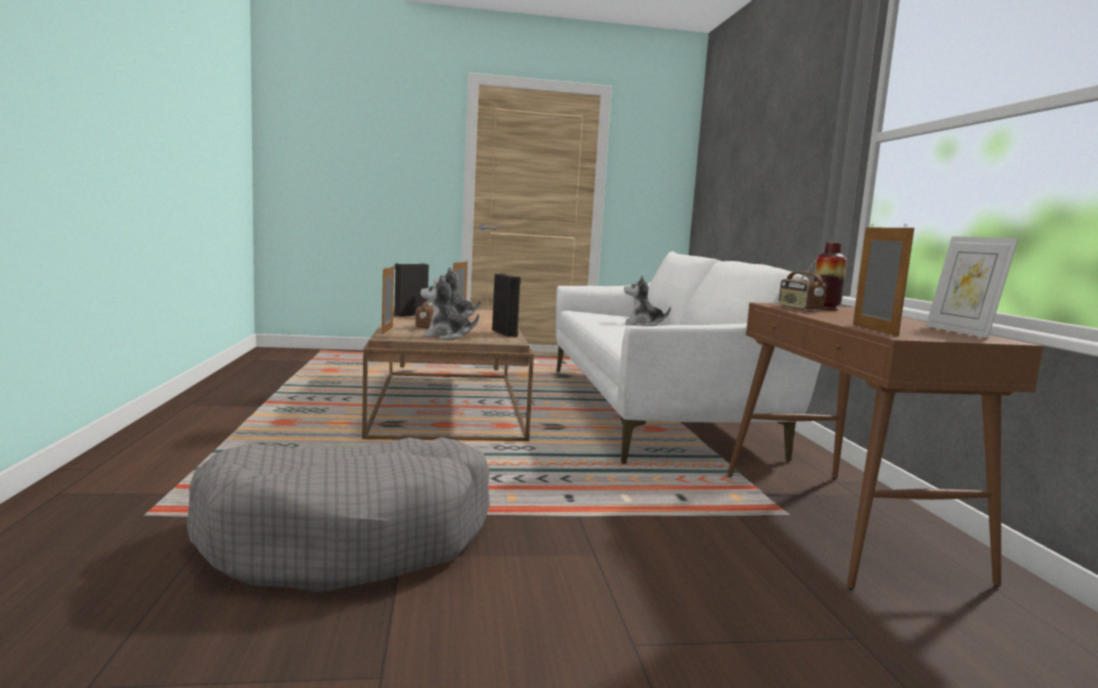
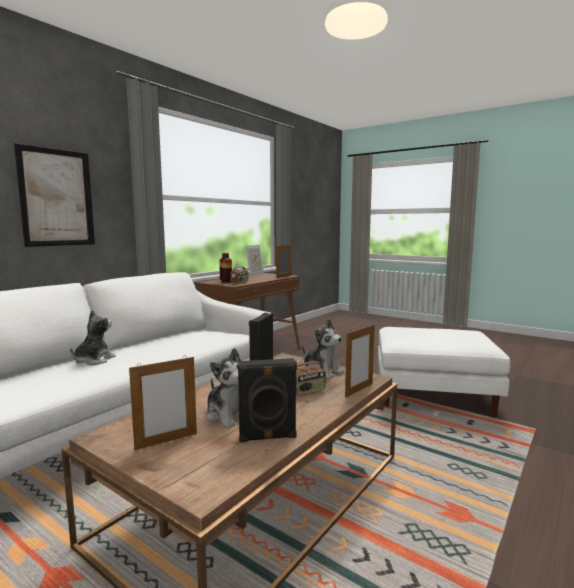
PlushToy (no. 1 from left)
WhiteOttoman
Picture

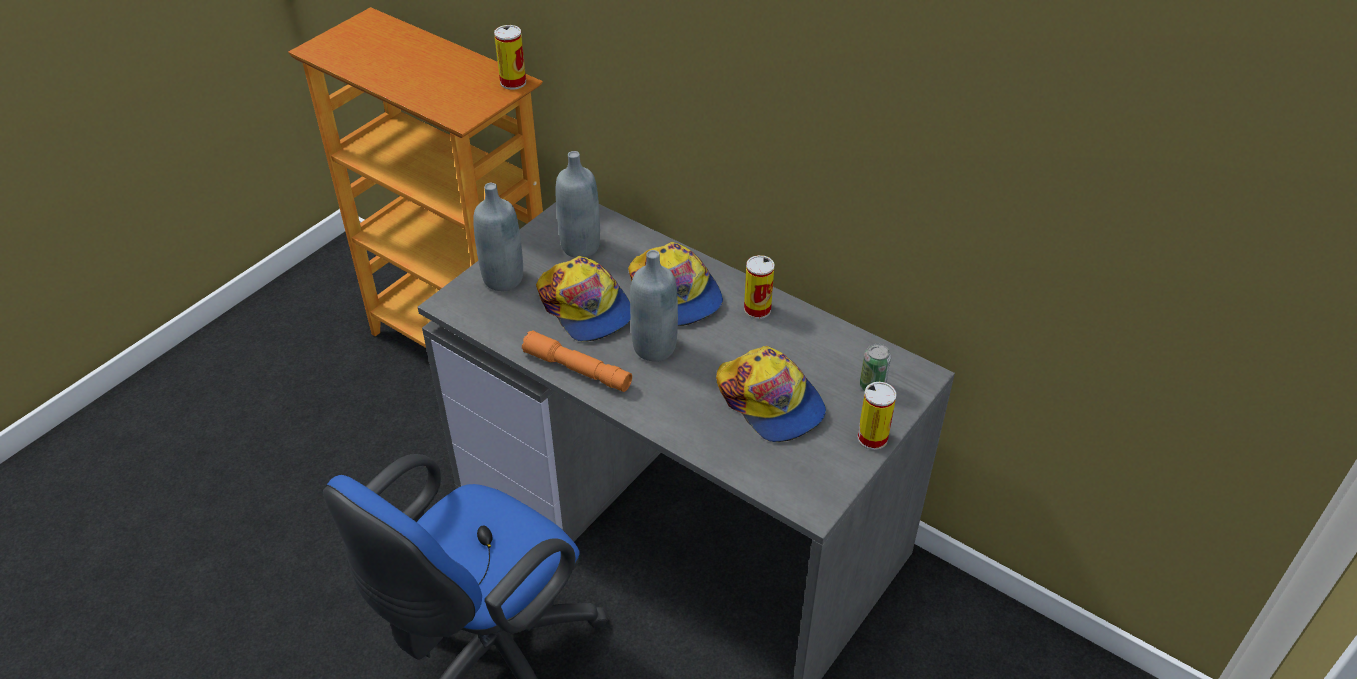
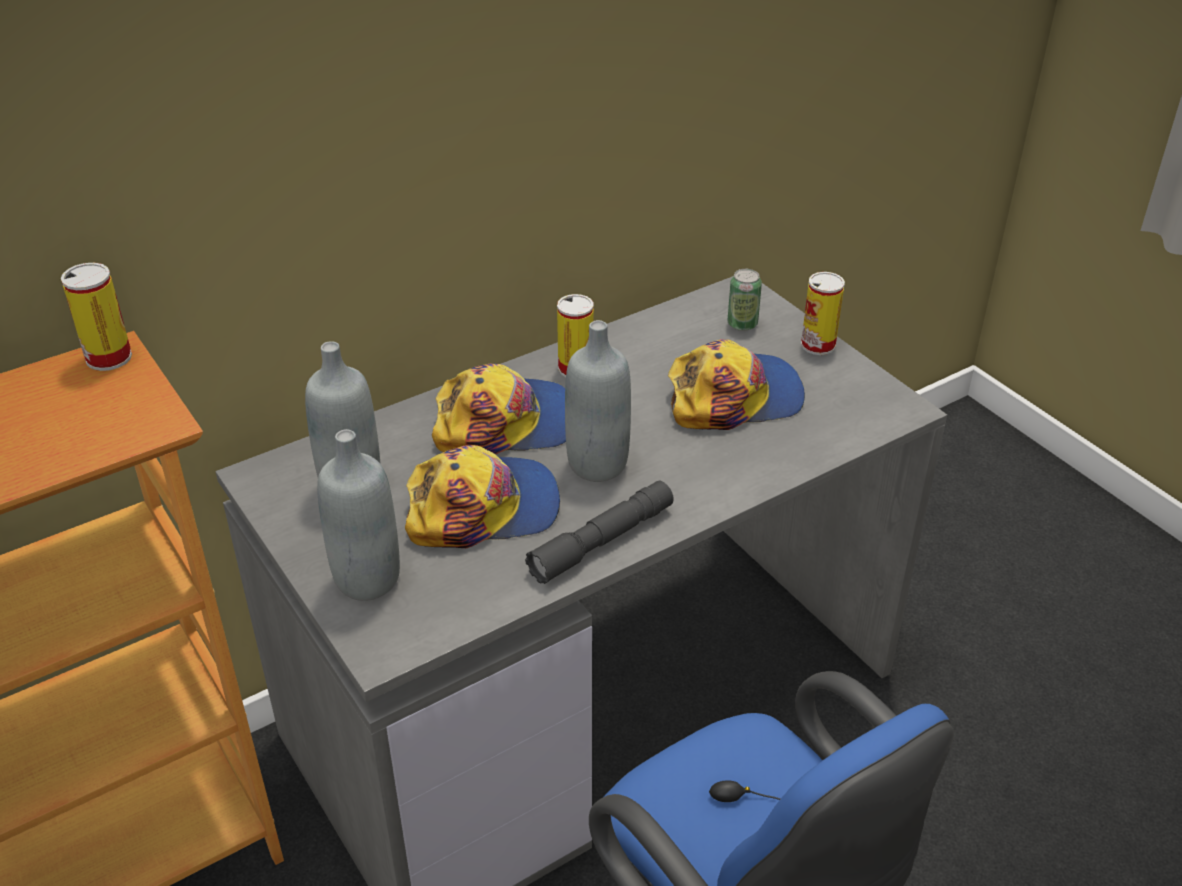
GreyFlashlight

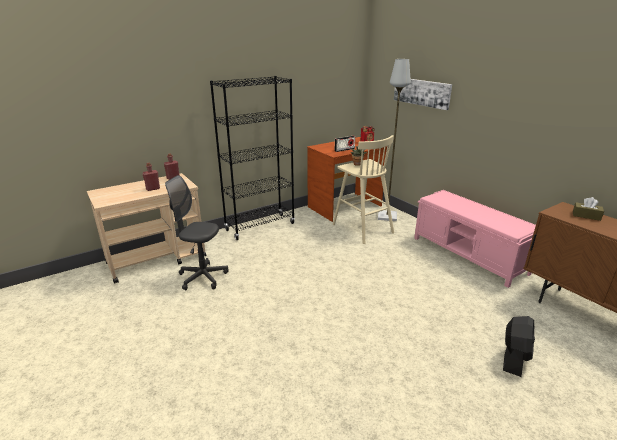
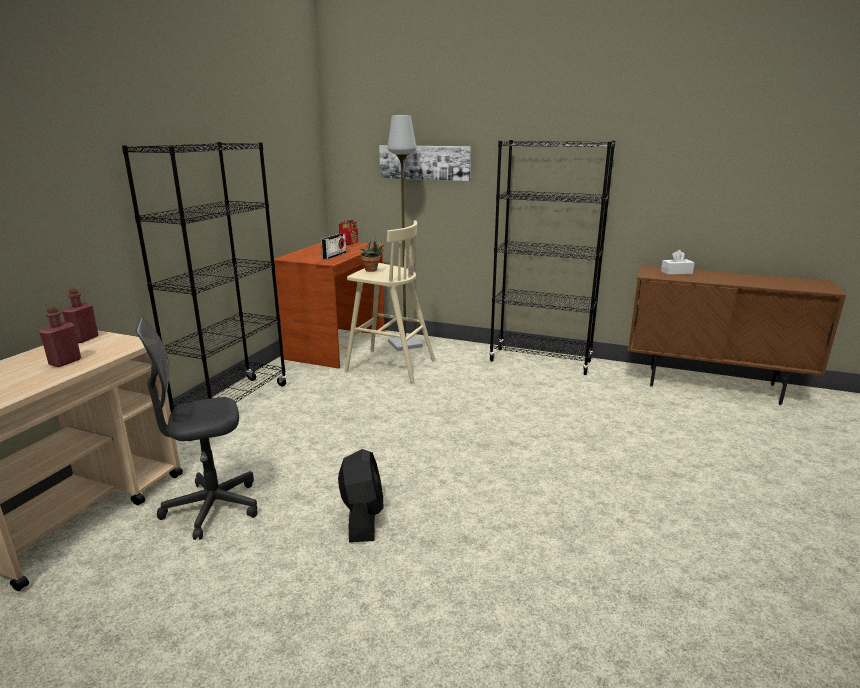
BlackBookcase (no. 2 from left)
WhiteTissueBox
BlackFan

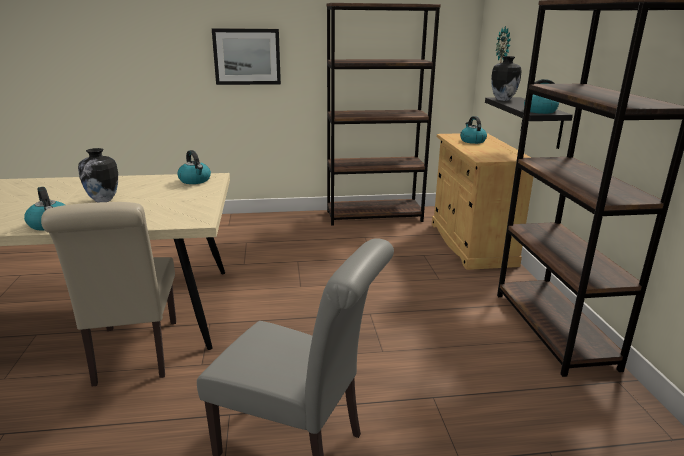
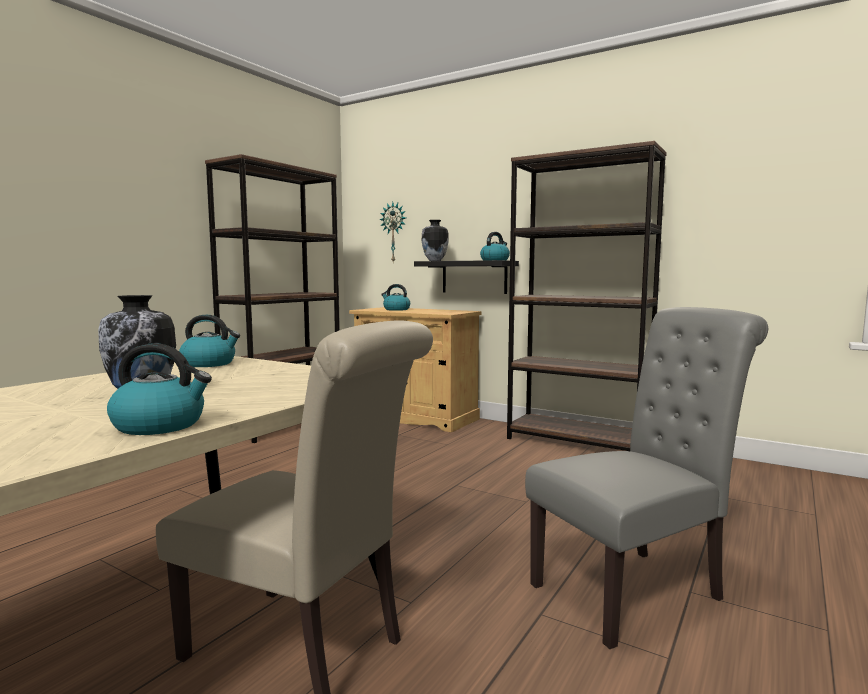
Picture

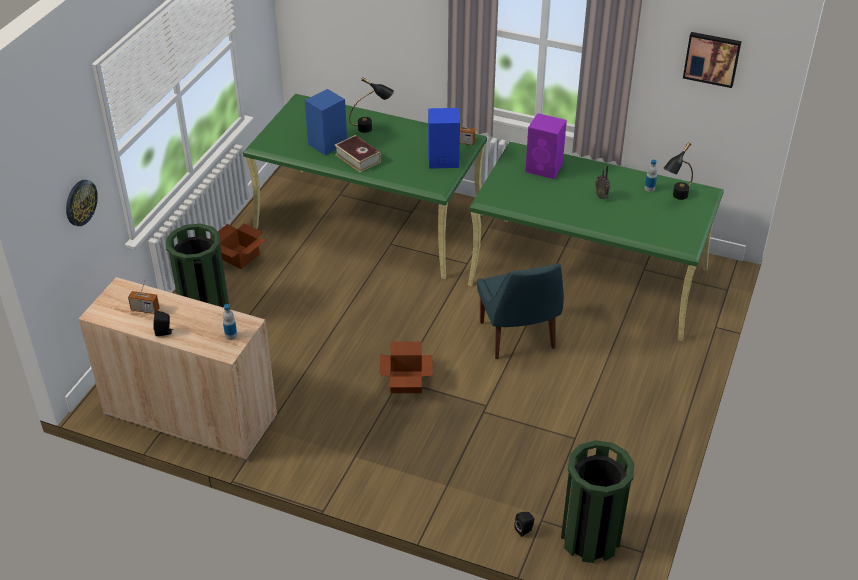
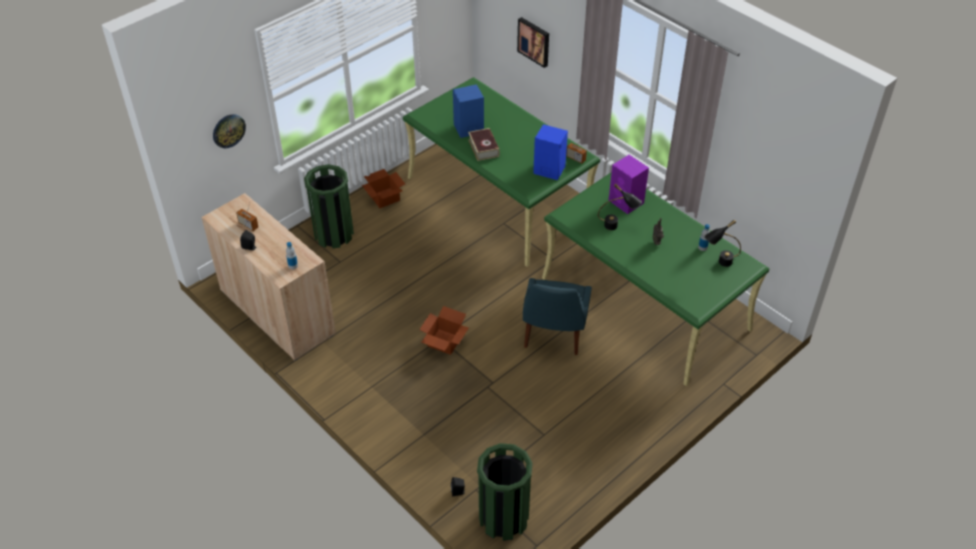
Picture
BlackTableLamp (no. 1 from left)

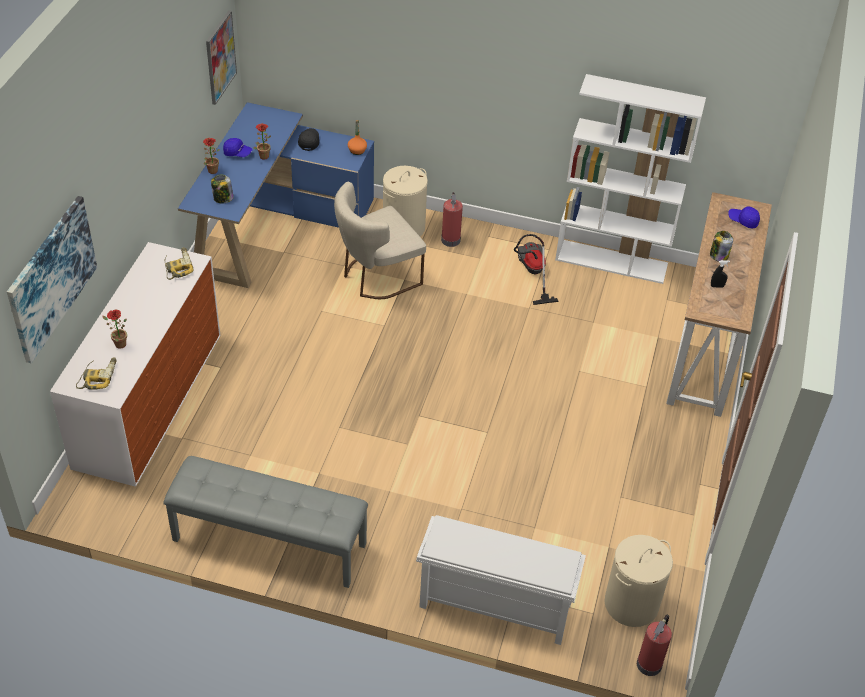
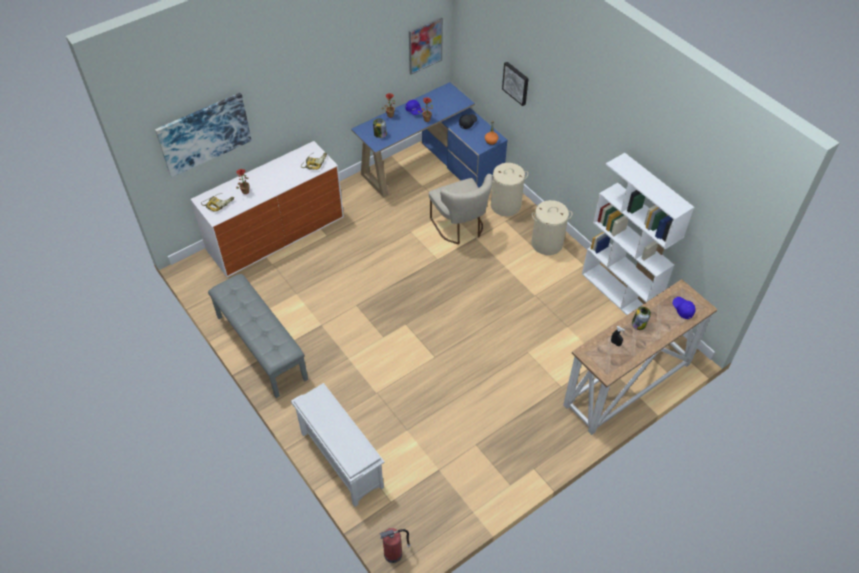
BeigeChair
FireExtinguisher (no. 1 from left in the first image)
VacuumCleaner
BeigeLaundryBasket (no. 2 from left)
Picture (no. 3 from left)

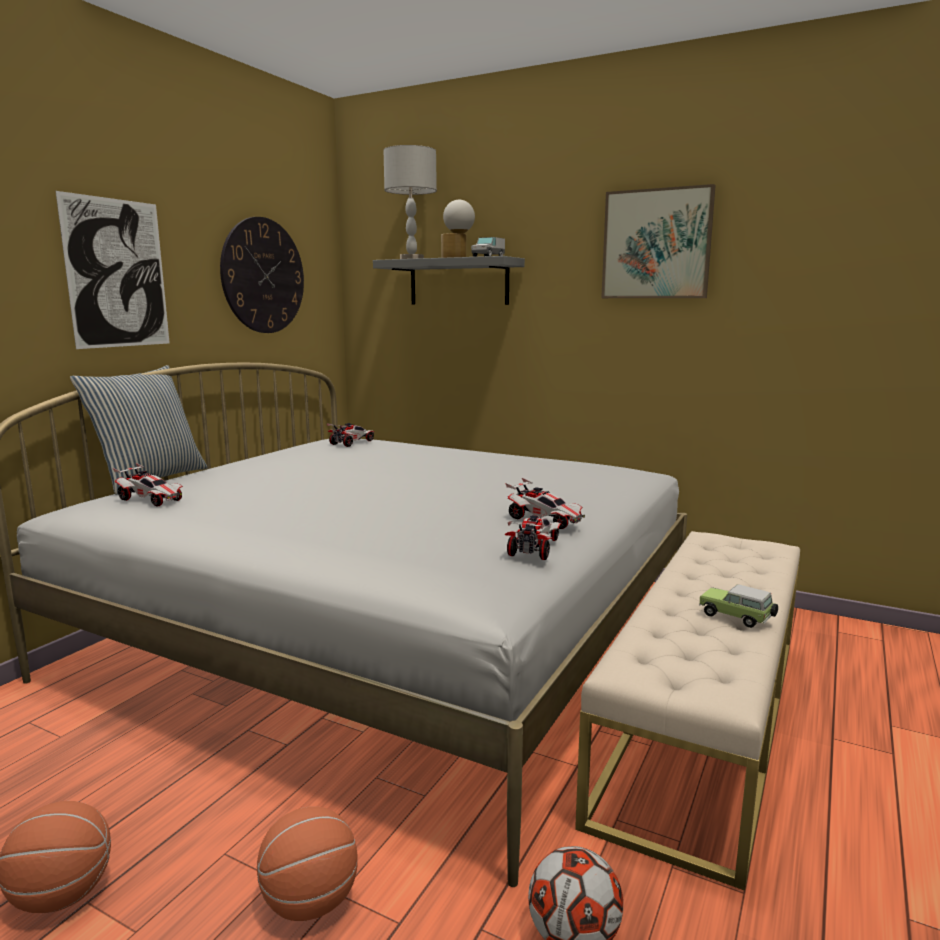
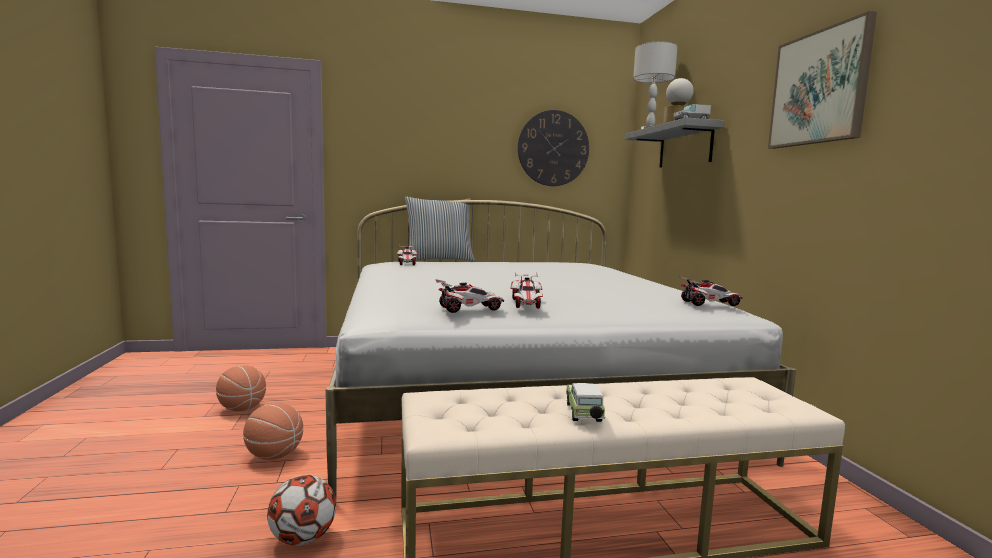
Picture (no. 1 from left in the first image)
ToyCar (no. 5 from left)

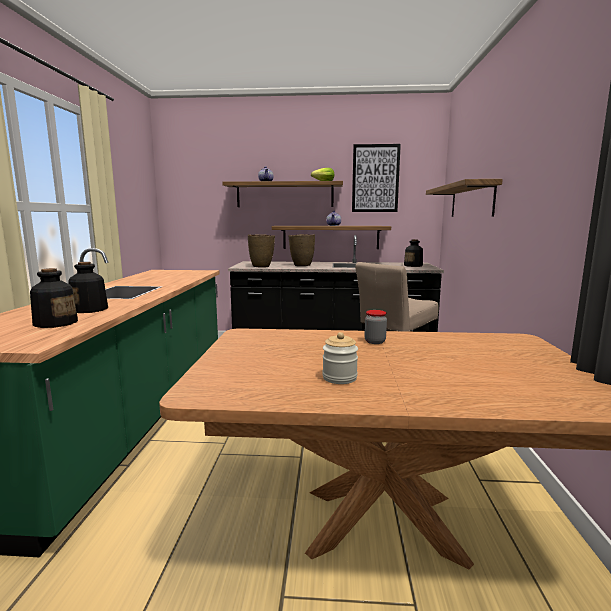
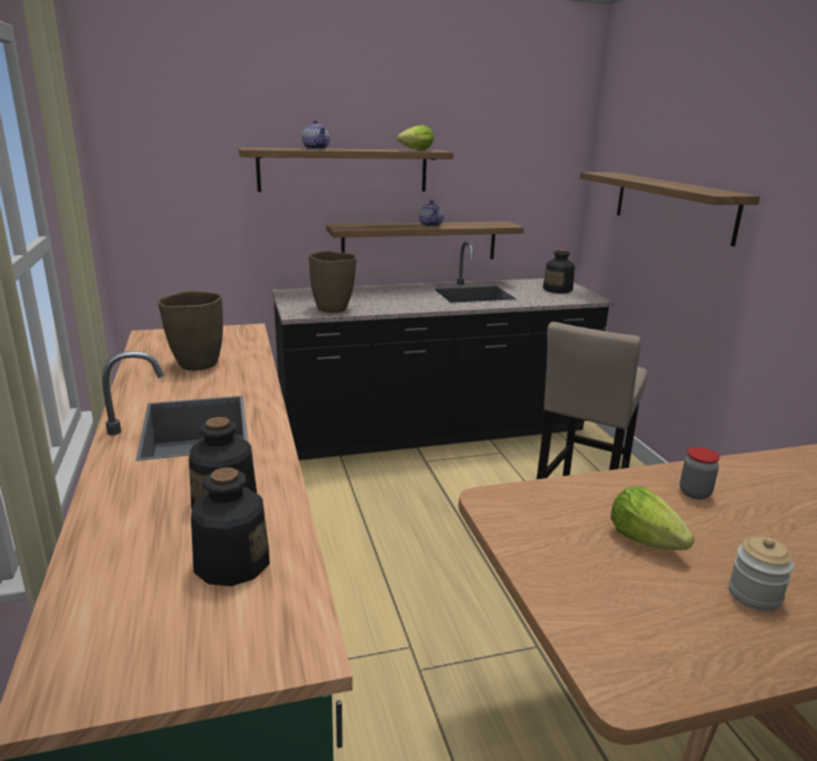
Picture
BrownVase (no. 1 from left)
Lettuce (no. 2 from left)

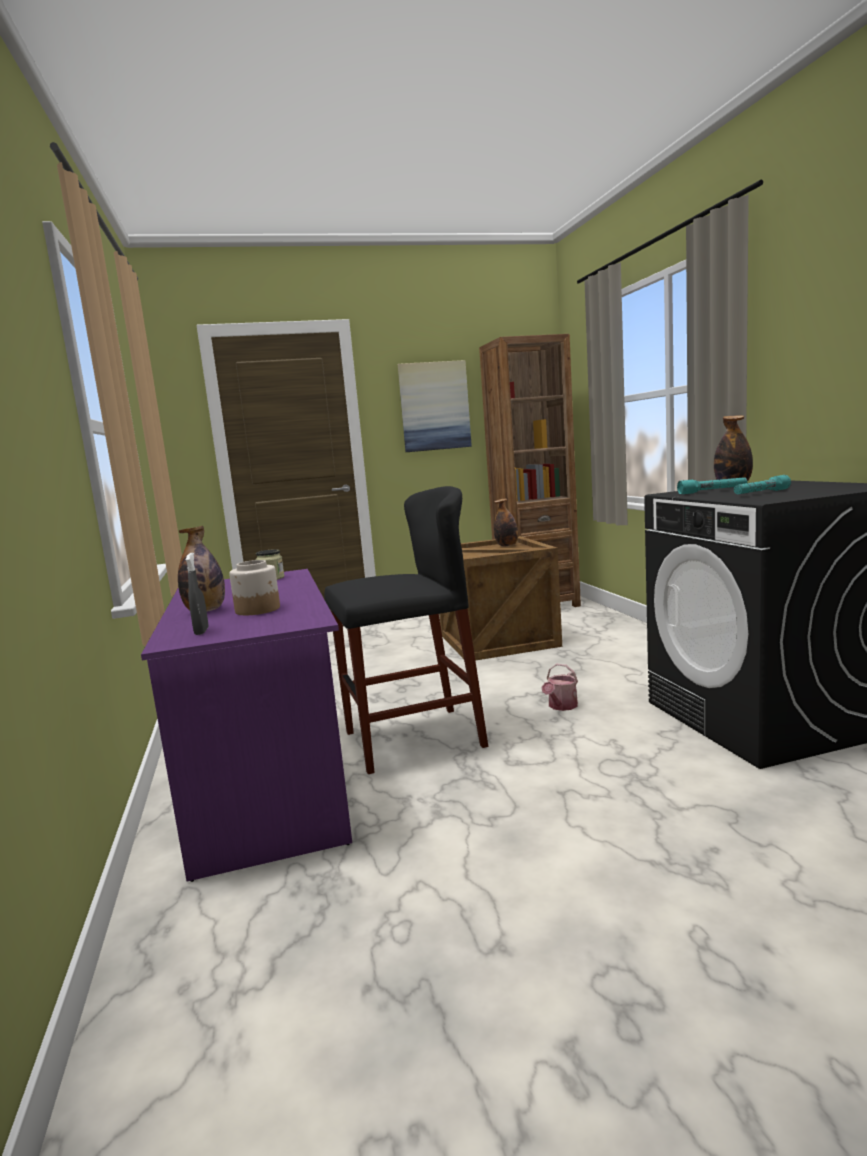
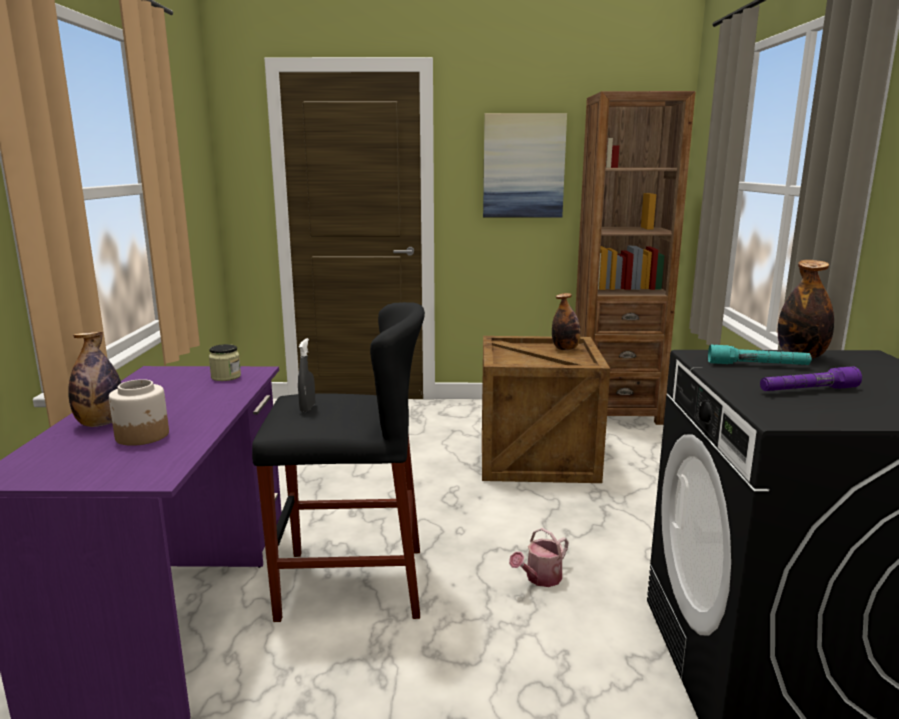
PurpleFlashlight
GreySprayBottle

